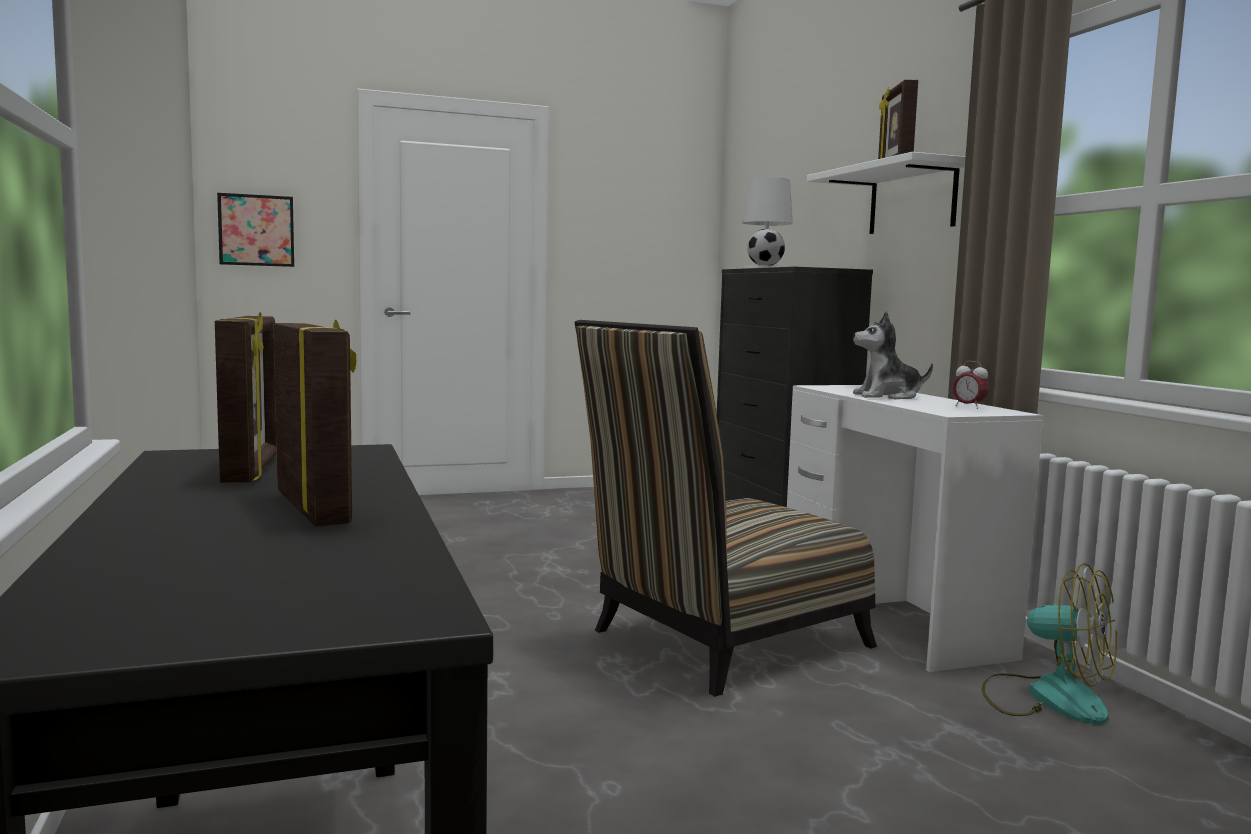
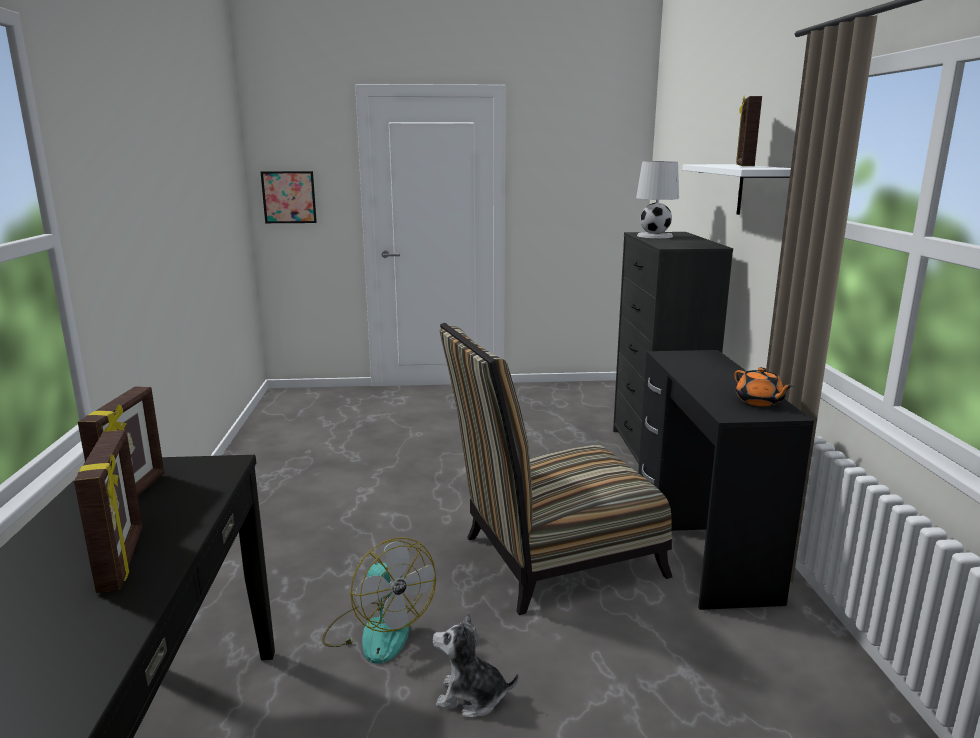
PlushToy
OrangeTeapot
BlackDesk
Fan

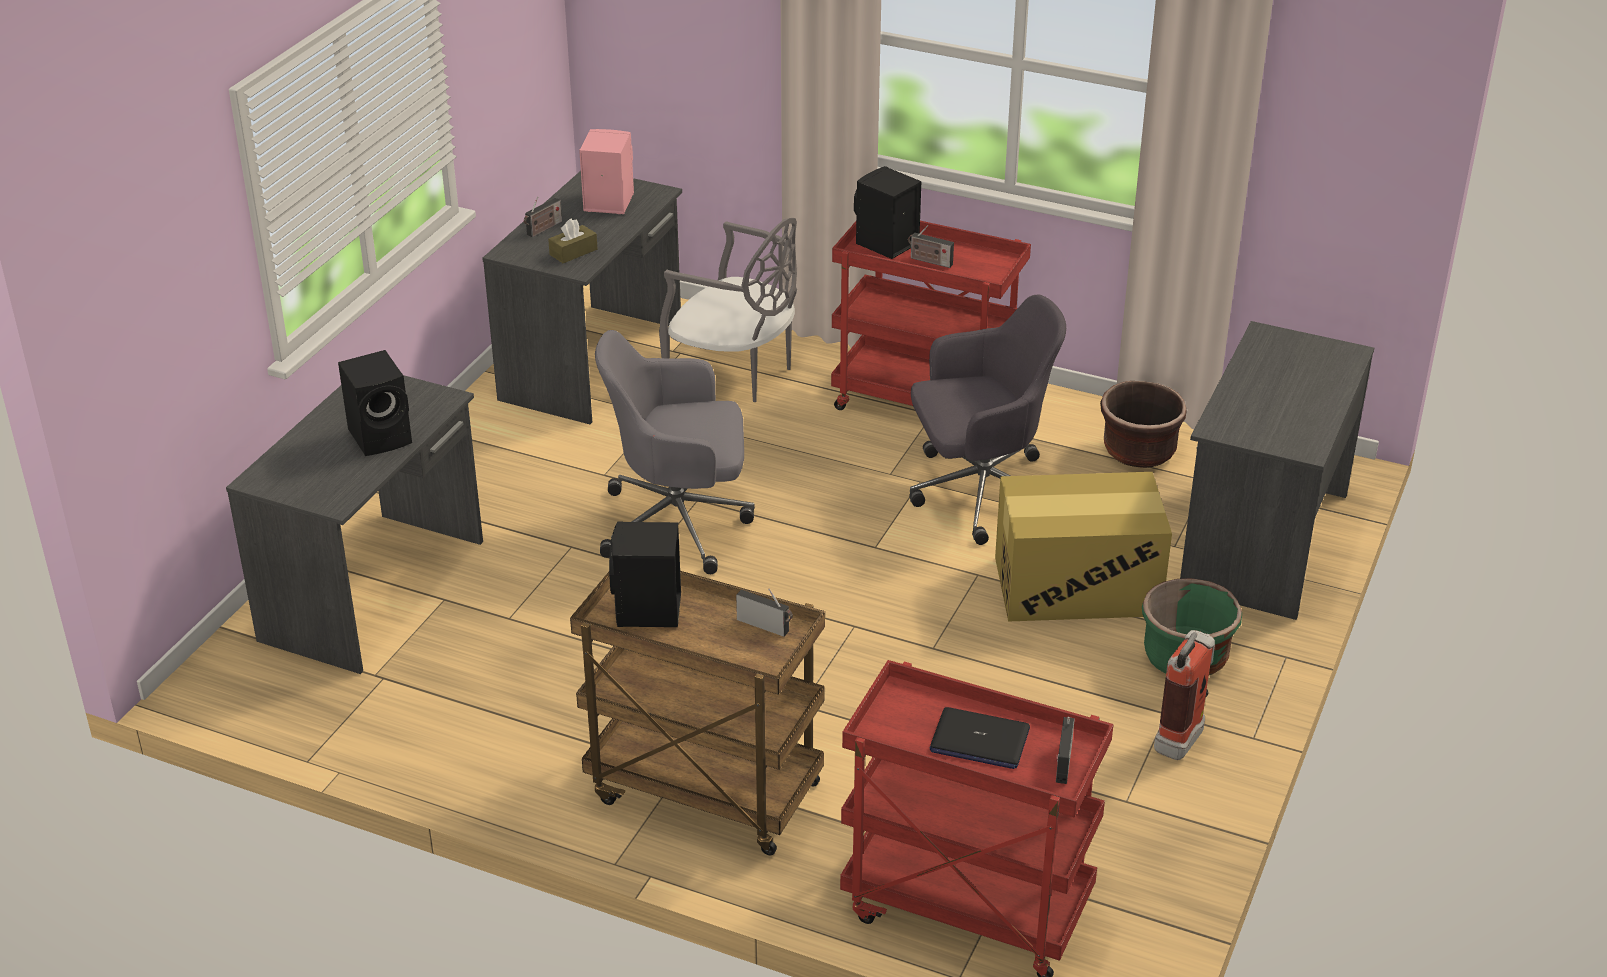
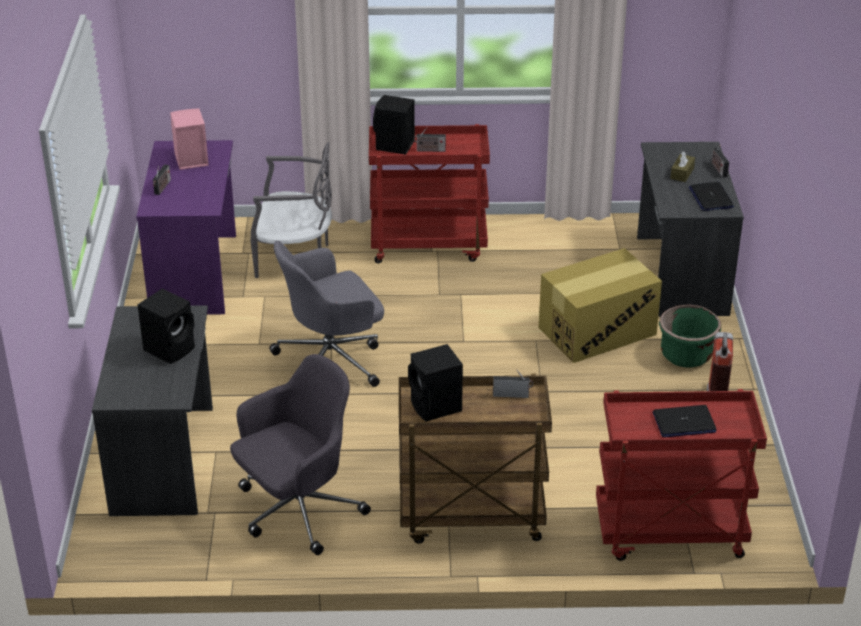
PurpleDesk
BrownTissueBox
GreyOfficeChair (no. 1 from left)
BrownPlanter
Radio (no. 4 from left)
Laptop (no. 2 from left)

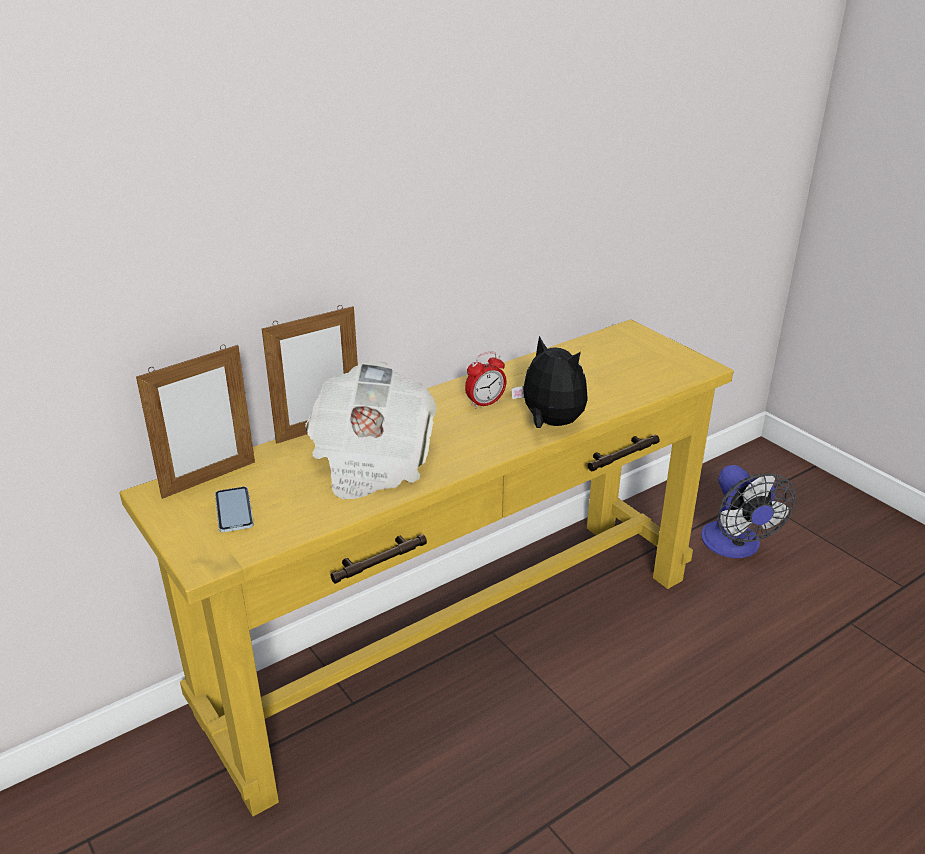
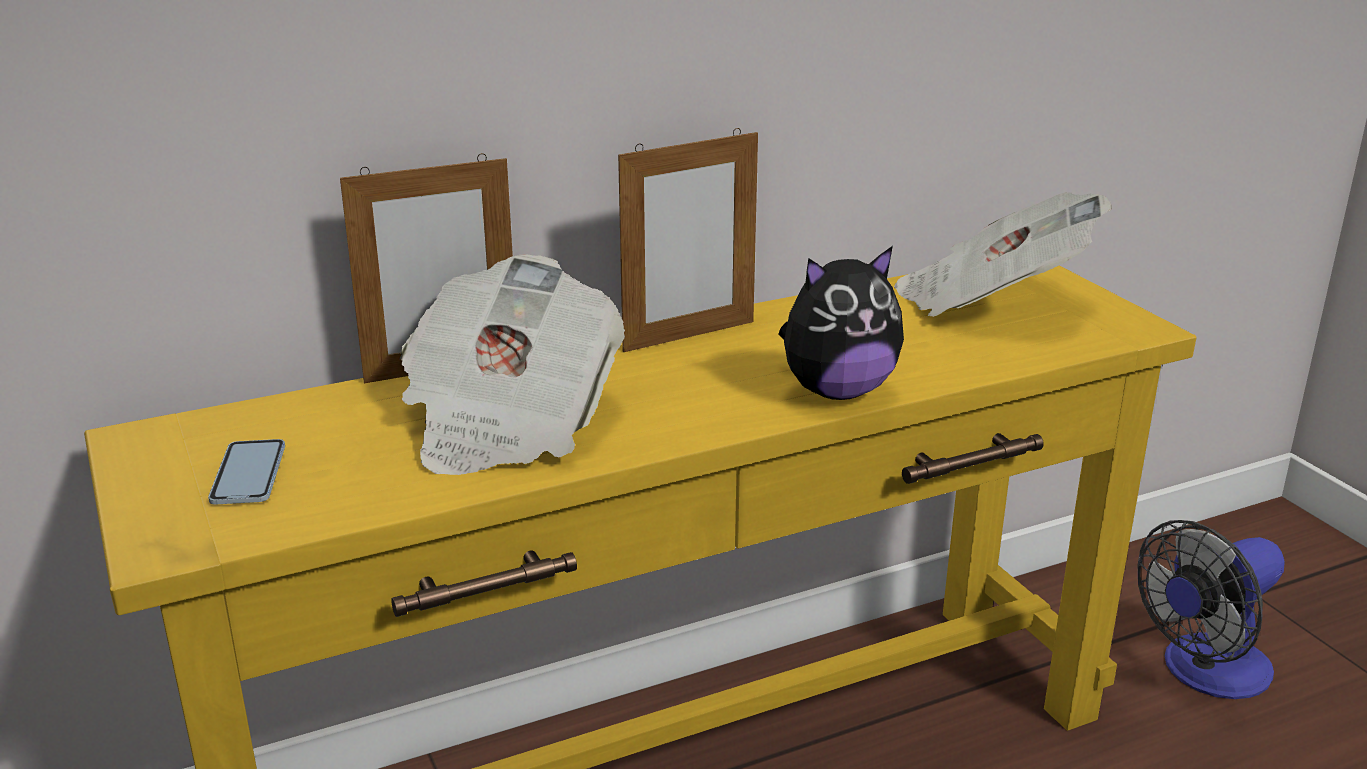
PlushToy
PictureFrame (no. 2 from left)
AlarmClock
Fan
Newspaper (no. 2 from left)

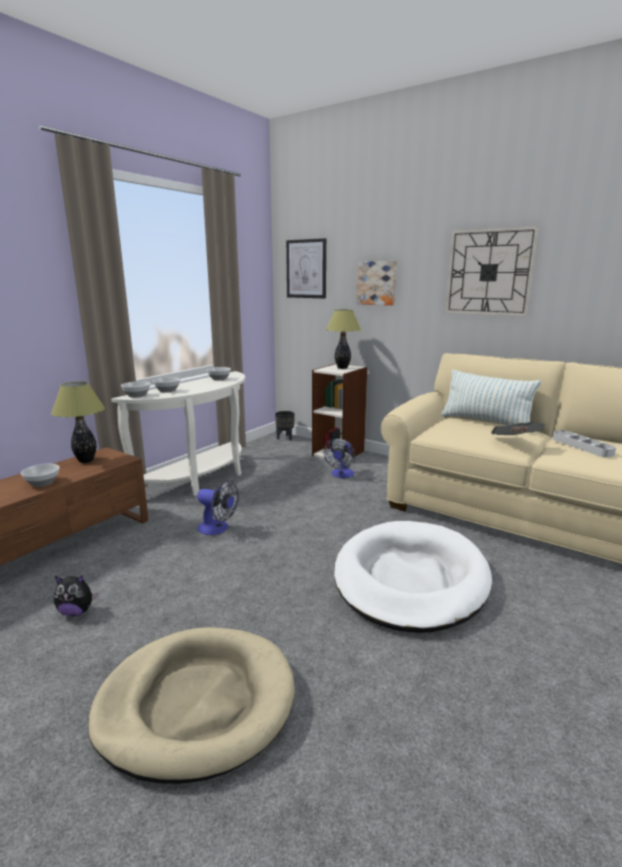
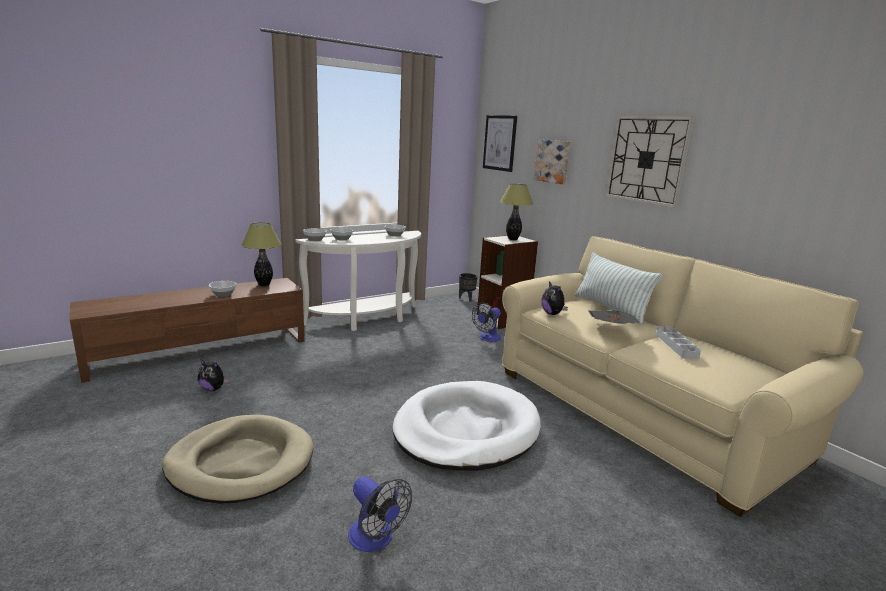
Fan (no. 1 from left)
PlushToy (no. 2 from left)

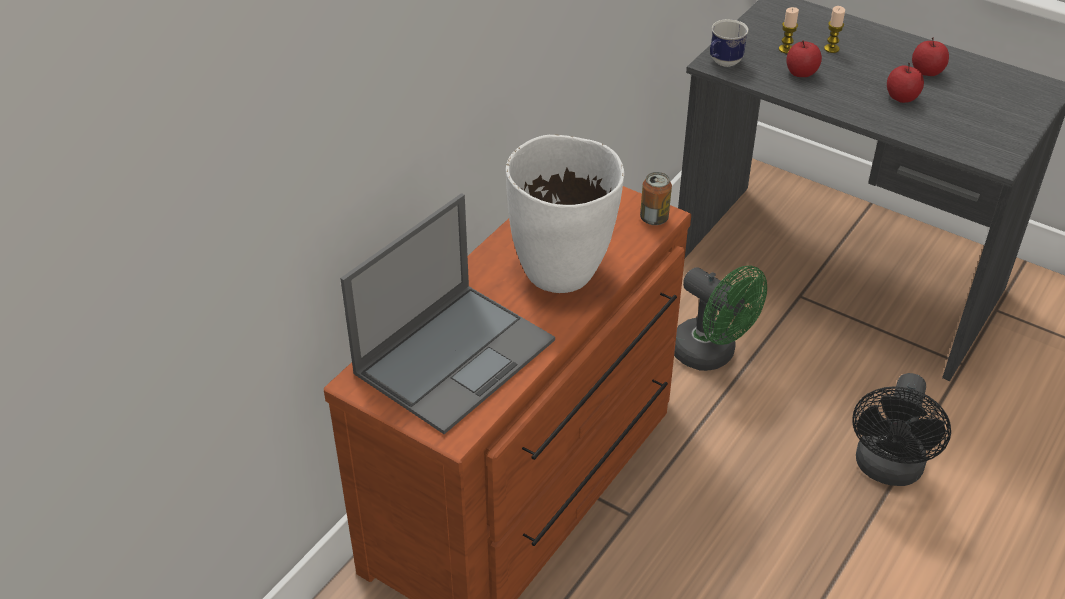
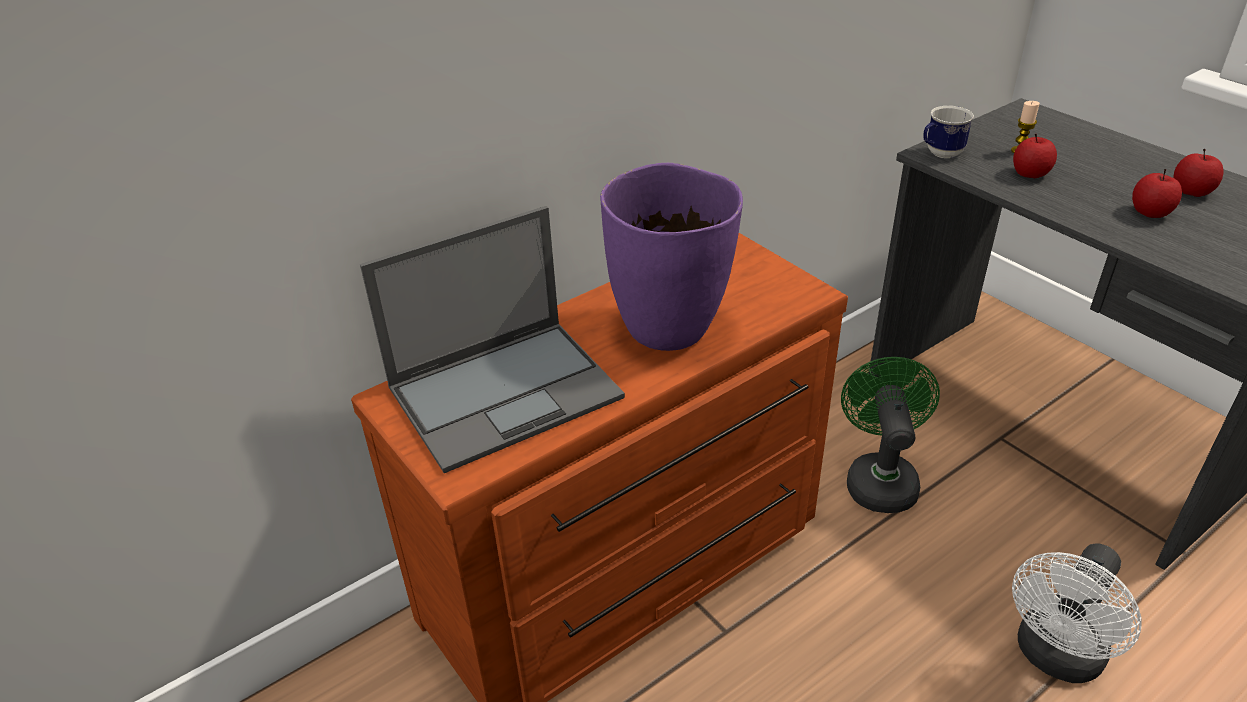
Candle (no. 2 from left in the first image)
PurpleVase
Can
GreenFan
WhiteFan

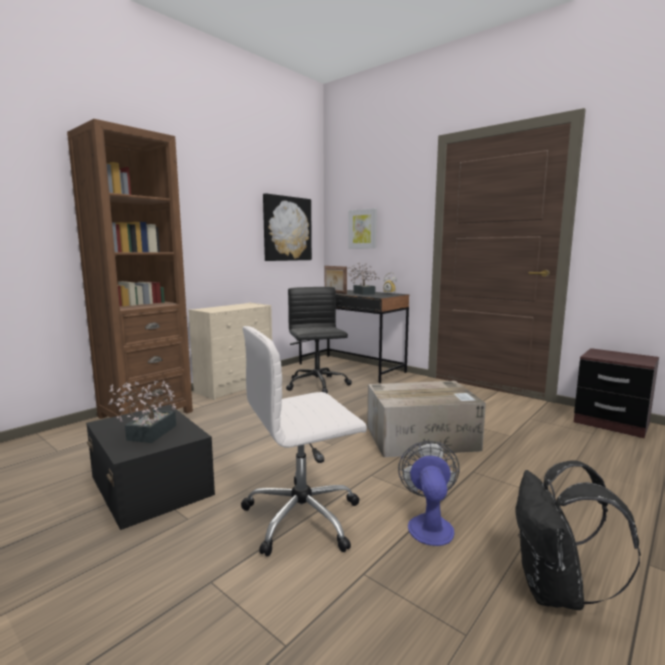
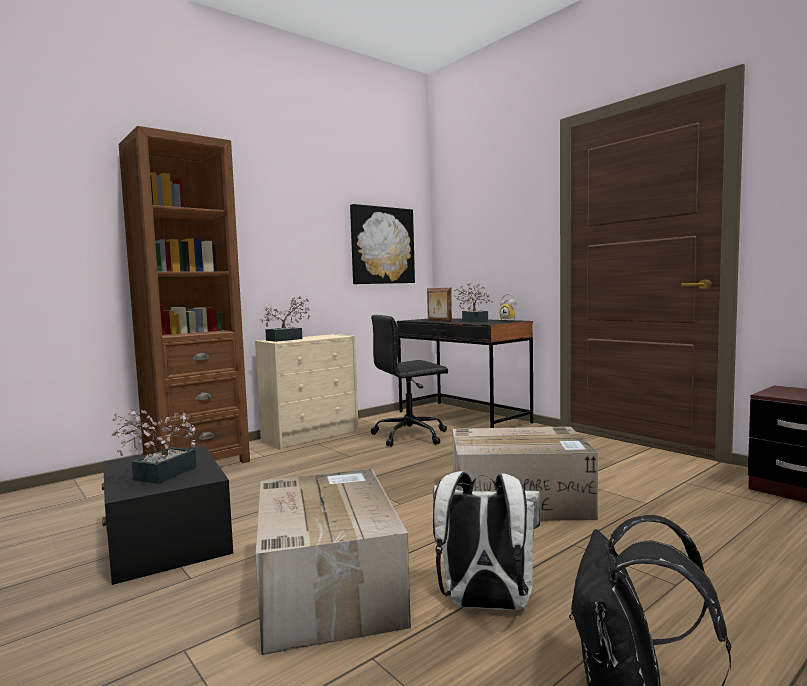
Picture (no. 2 from left in the first image)
BlackOfficeChair
CardboardBox (no. 1 from left)
WhiteBackpack
PottedPlant (no. 2 from left)

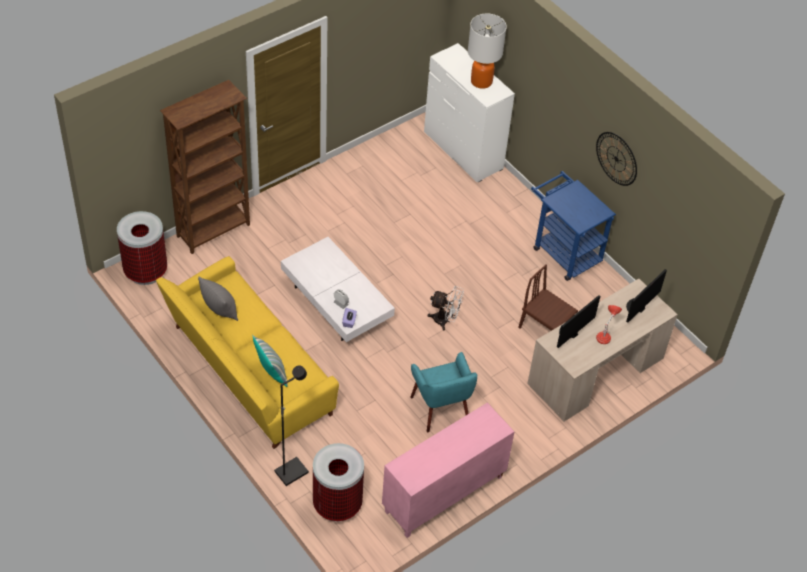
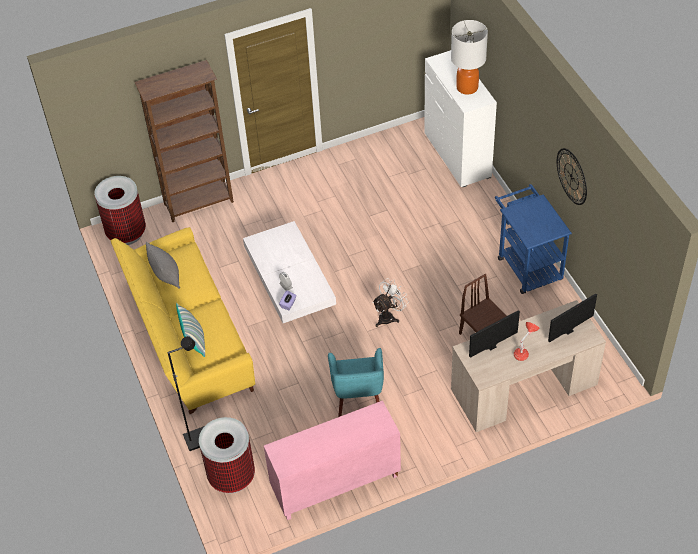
WhiteFan

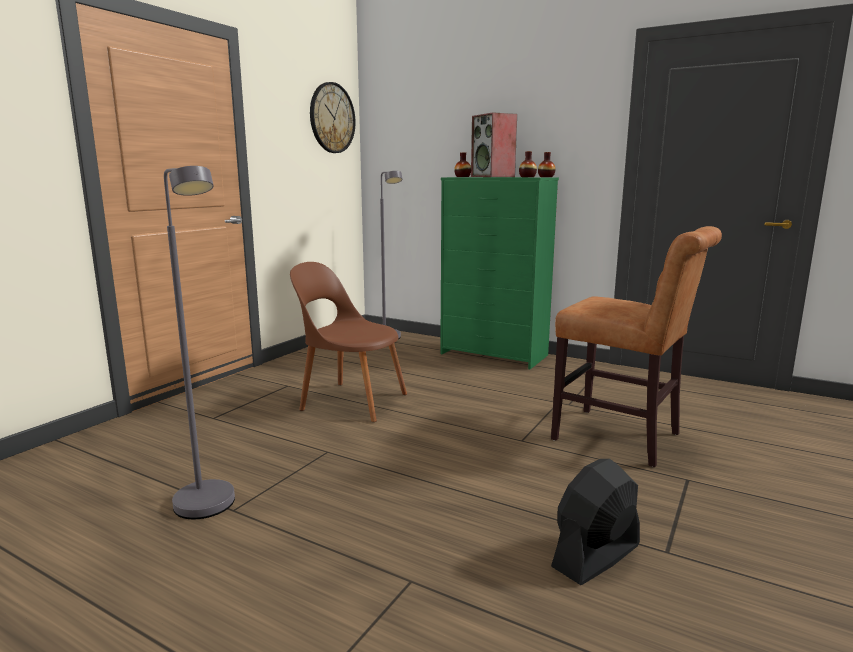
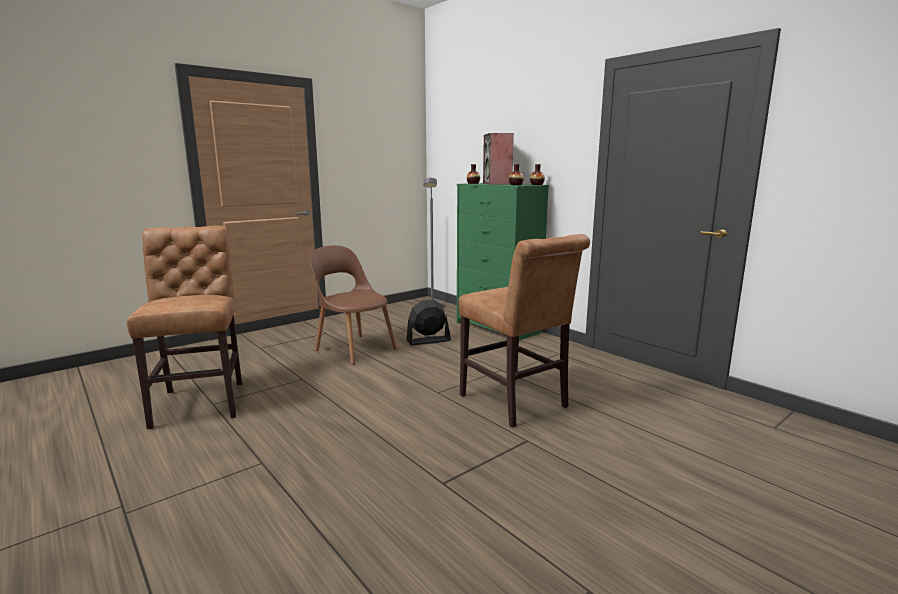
WallClock
BrownChair (no. 1 from left)
BlackFan

